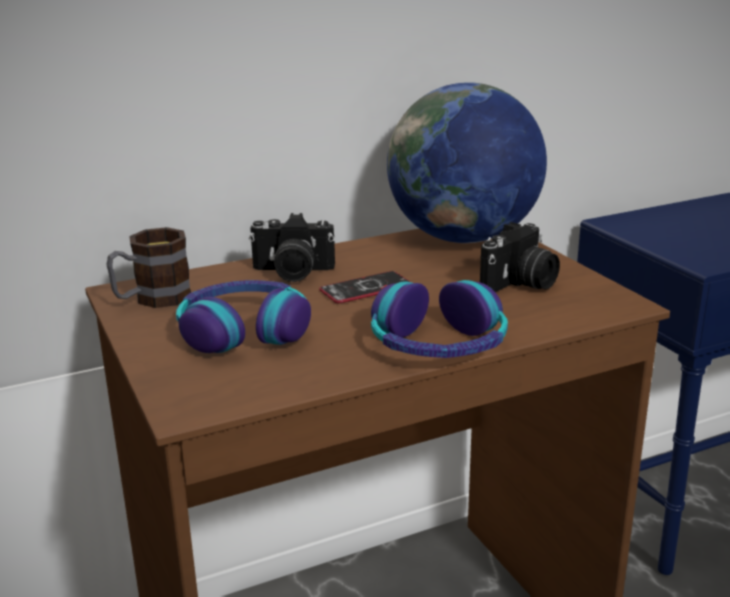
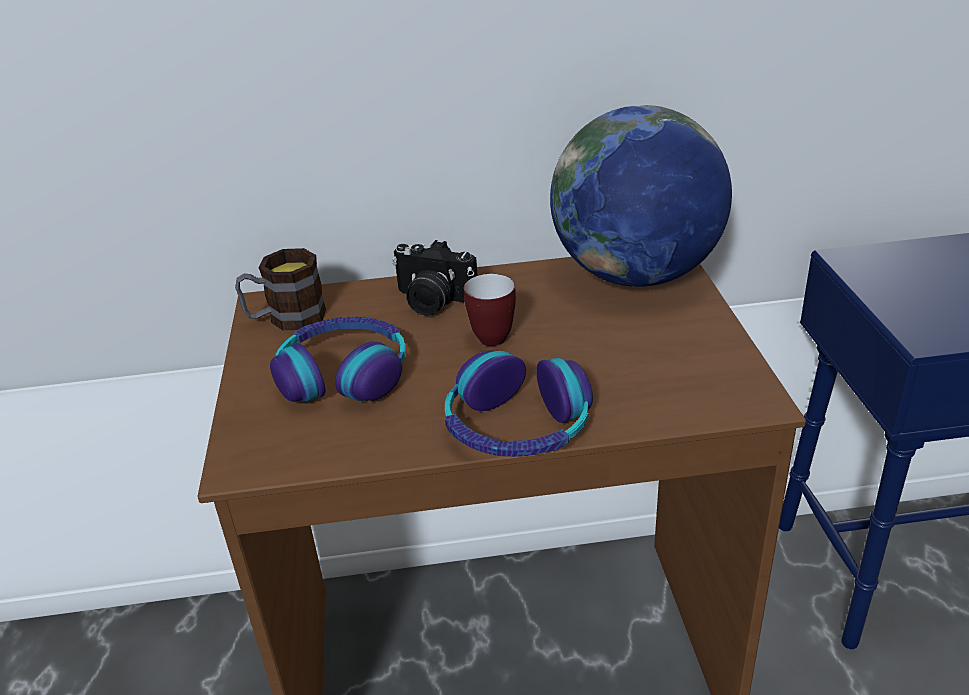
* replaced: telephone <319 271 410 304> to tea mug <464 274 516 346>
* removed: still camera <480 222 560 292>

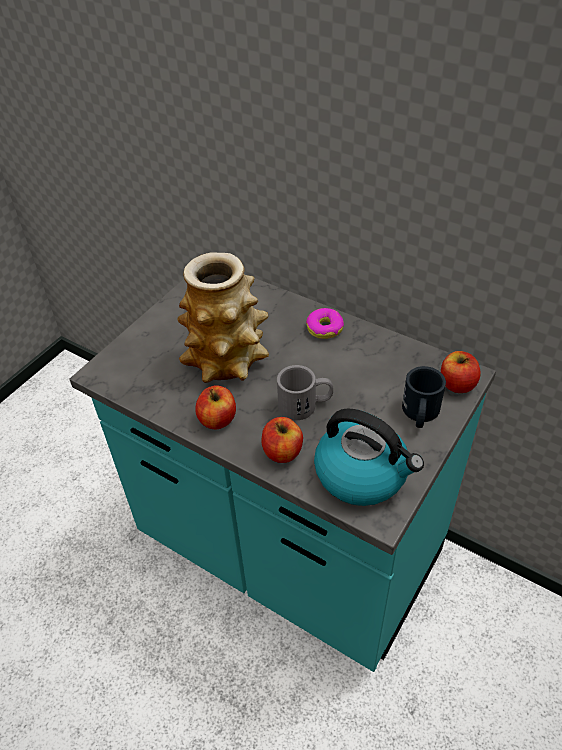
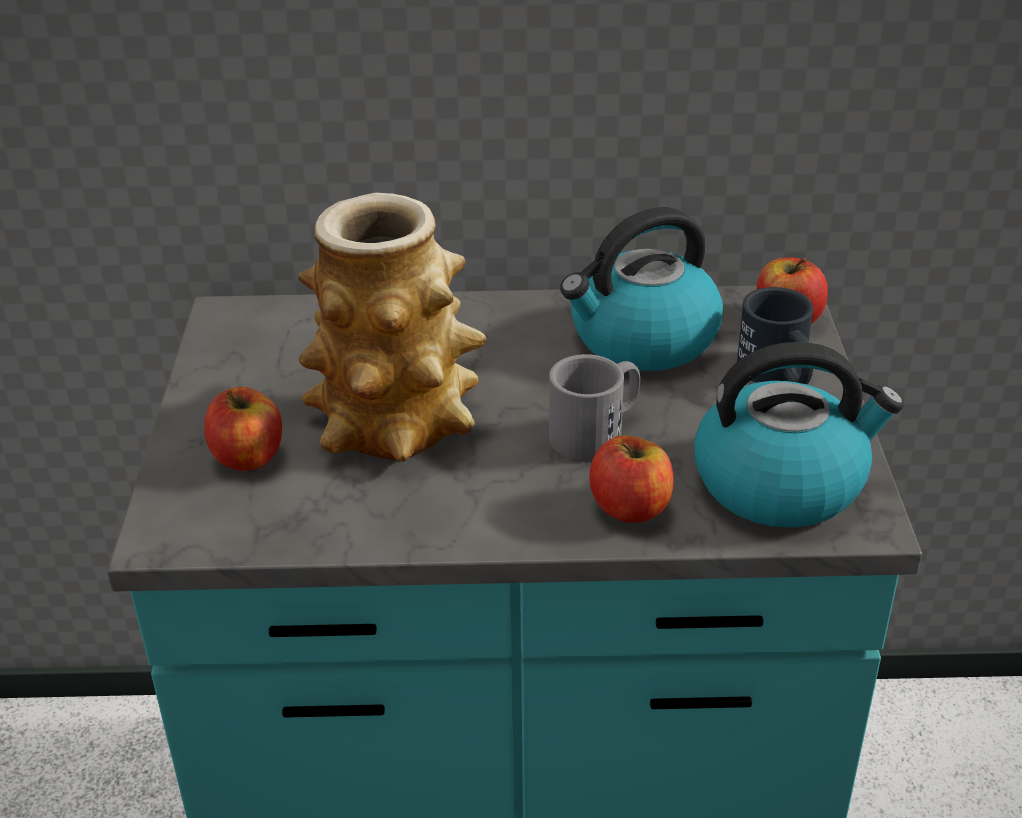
* moved: apple fruit <195 385 236 429> to <204 387 282 471>
* removed: ring doughnut <306 308 344 339>
* added: tea kettle <560 207 723 371>

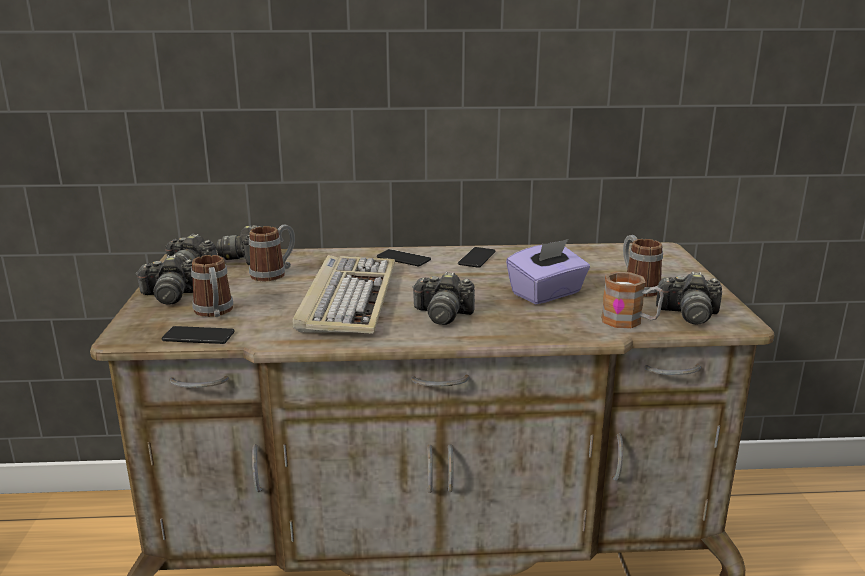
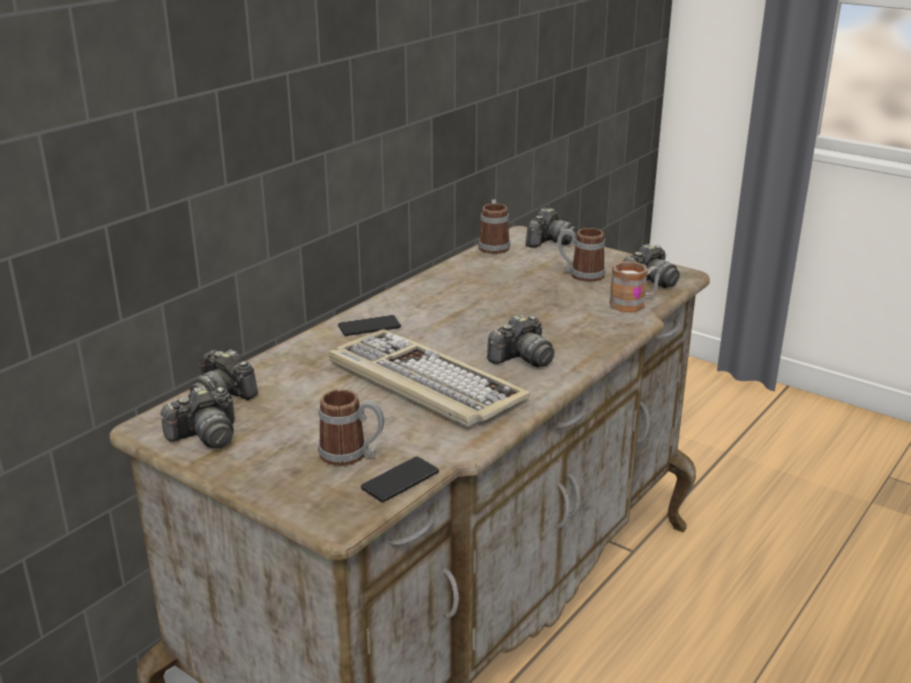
* moved: still camera <137 255 193 305> to <526 208 578 248>
* moved: tea mug <249 224 295 281> to <478 199 510 254>
* removed: telephone <458 247 496 268>
* removed: purple tissue holder <506 239 590 304>

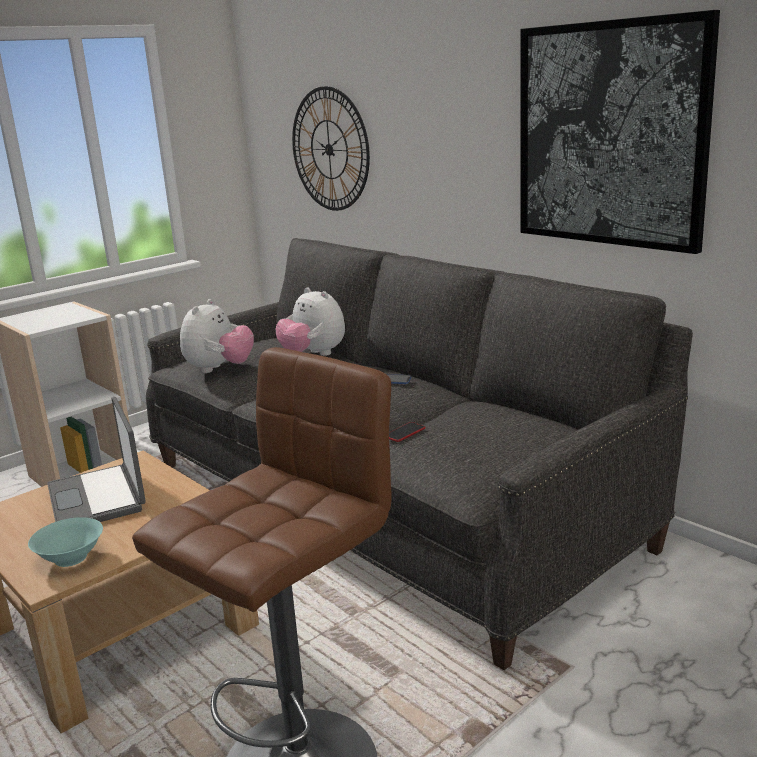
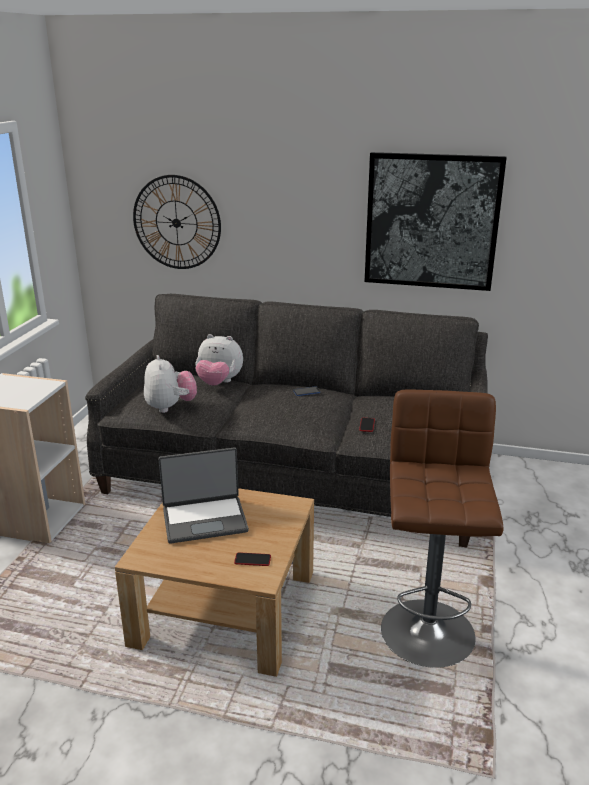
* replaced: blue-green serving bowl <28 517 103 567> to telephone <234 552 271 566>
* turned: notebook computer <47 397 146 522> = <158 447 249 544> 45 degrees counterclockwise

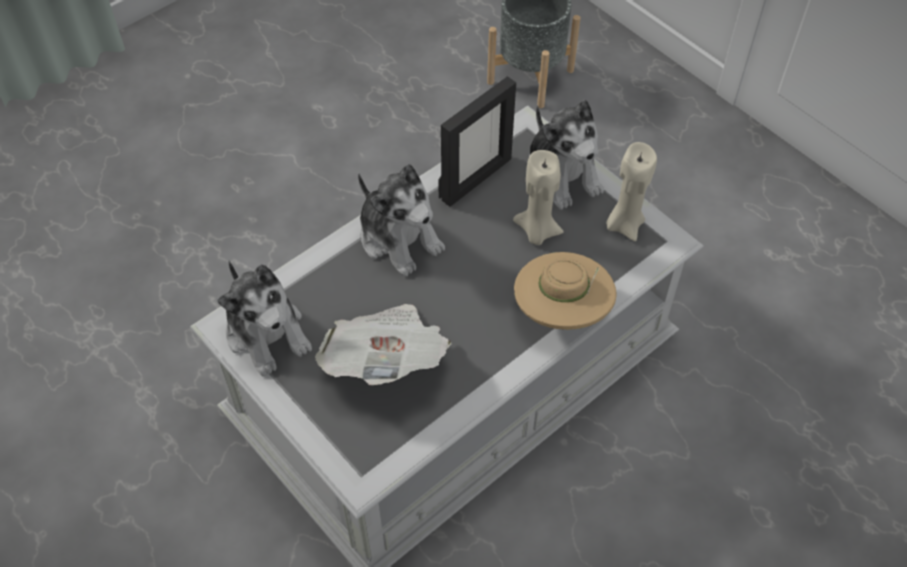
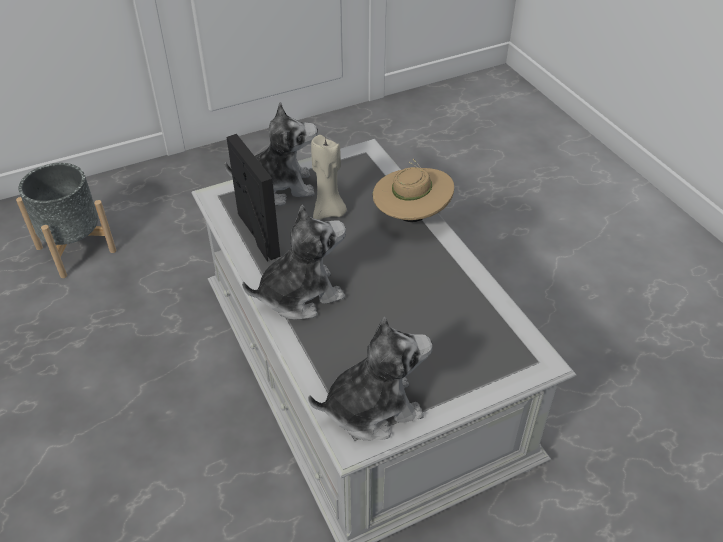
* removed: printed paper <315 304 452 385>
* removed: beige wax light <606 142 657 241>

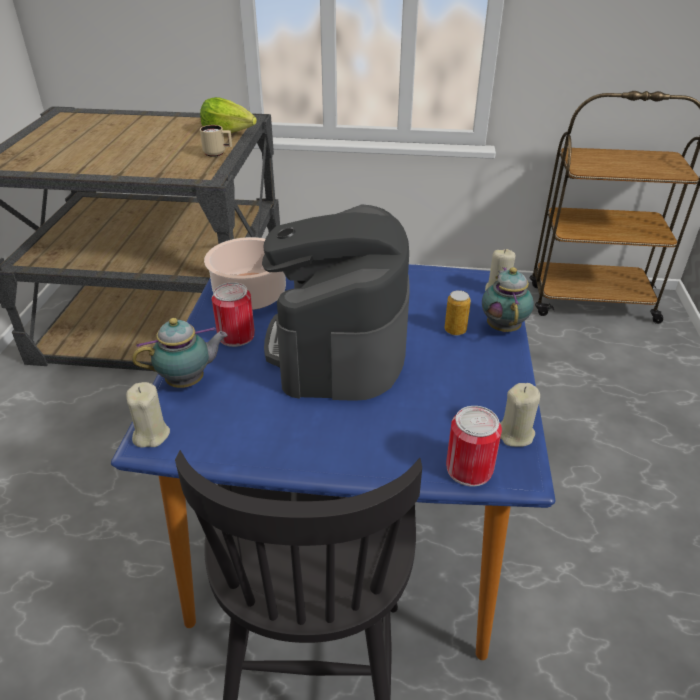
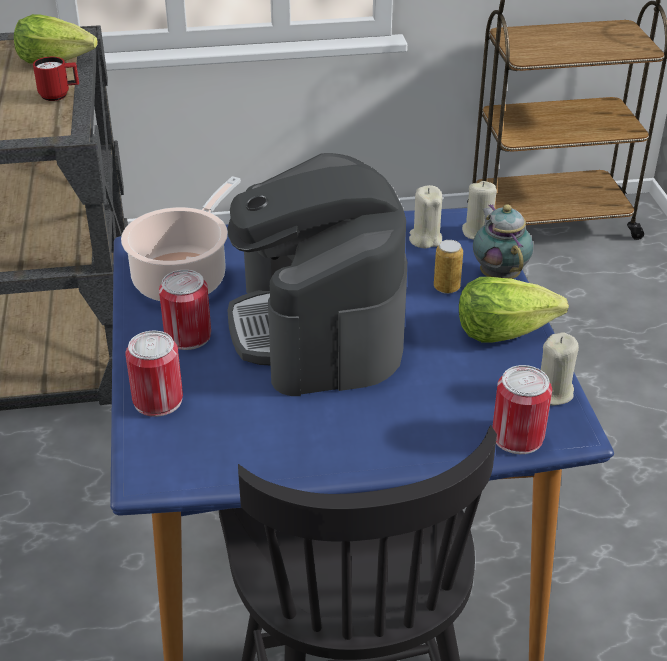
* moved: beige wax light <126 382 170 448> to <409 185 443 249>
* replaced: tea pot <132 318 228 388> to sealed can <125 331 183 417>
* recoloured: beige tea mug <200 125 232 157> to red tea mug <33 57 79 101>
* added: lettuce <459 277 569 343>

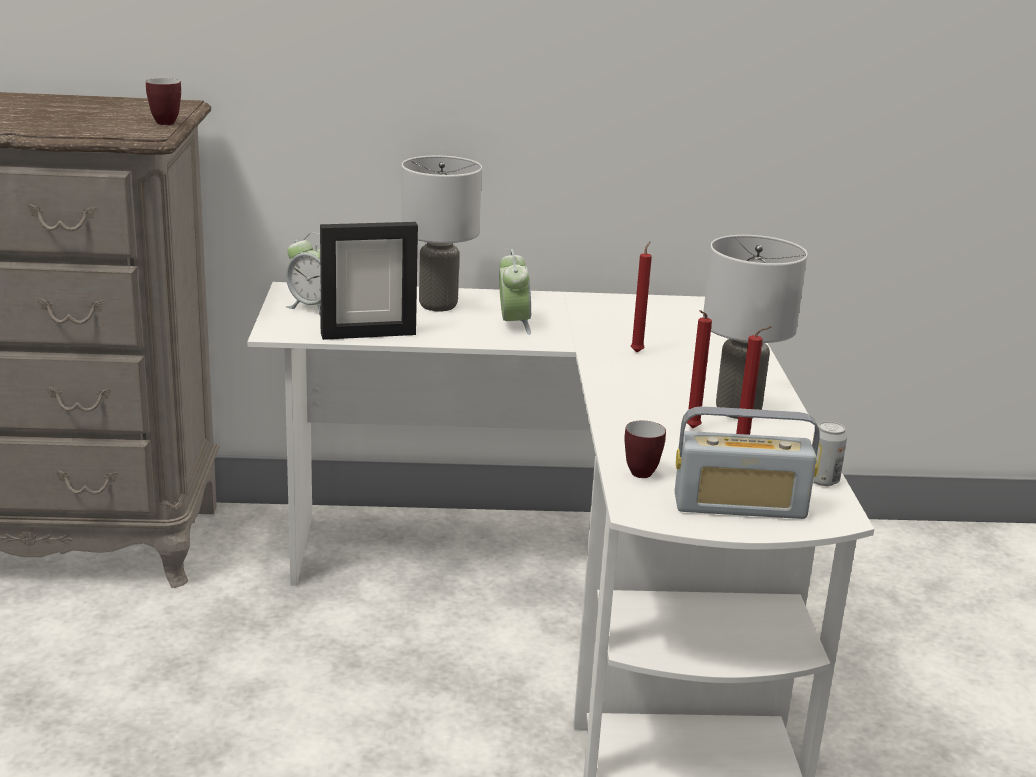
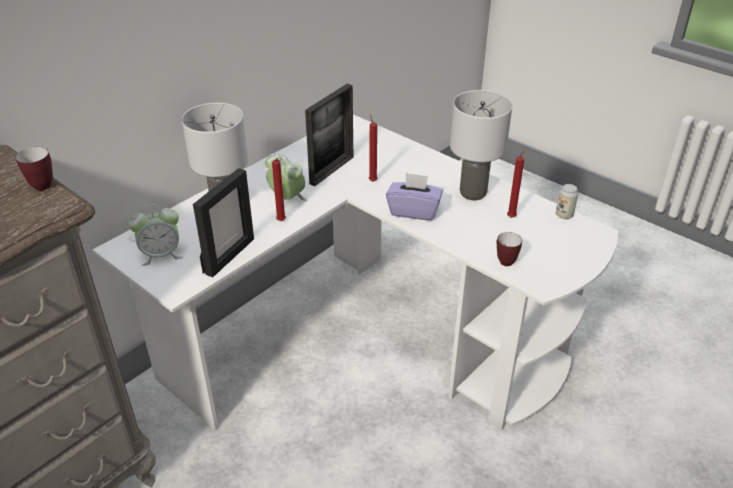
* removed: radio set <675 406 820 519>
* moved: red wax light <687 310 712 428> to <272 159 286 221>
* added: picture frame <305 84 353 186>
* added: purple tissue holder <386 173 443 221>

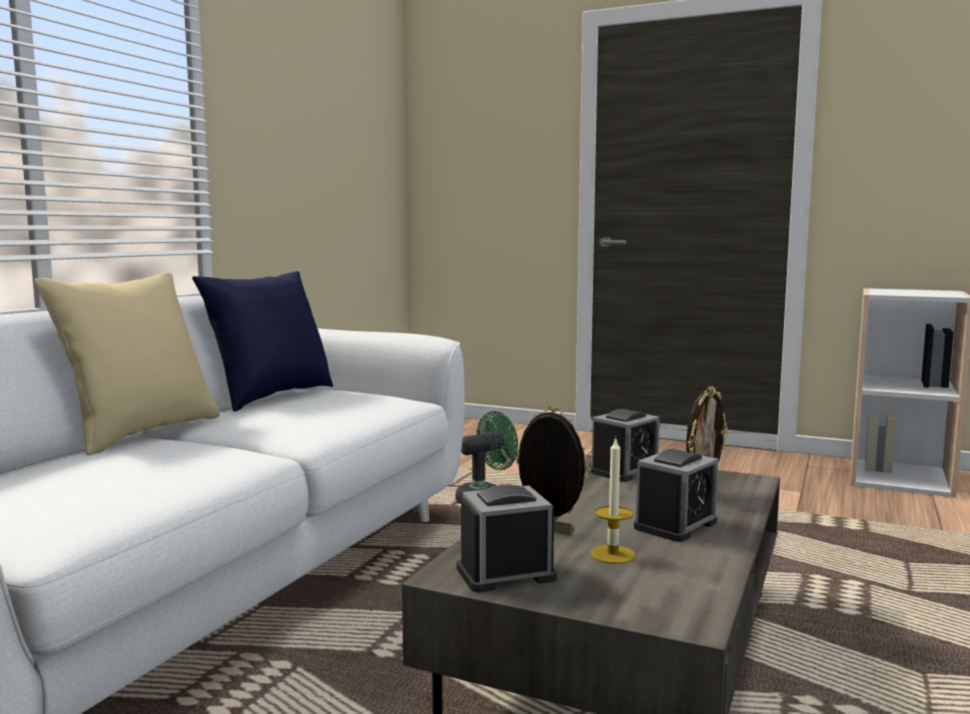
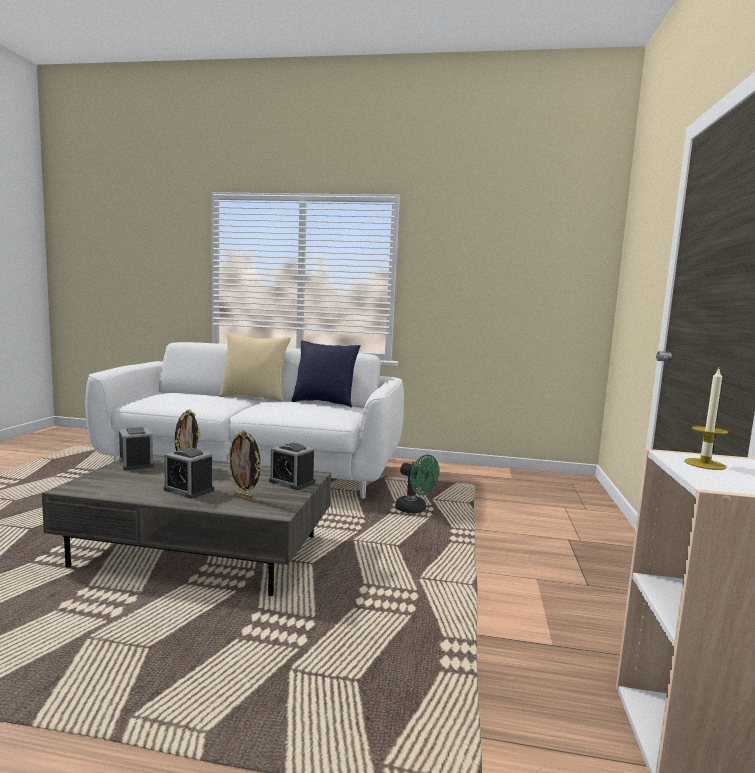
* moved: wax light <590 438 636 564> to <684 369 728 470>

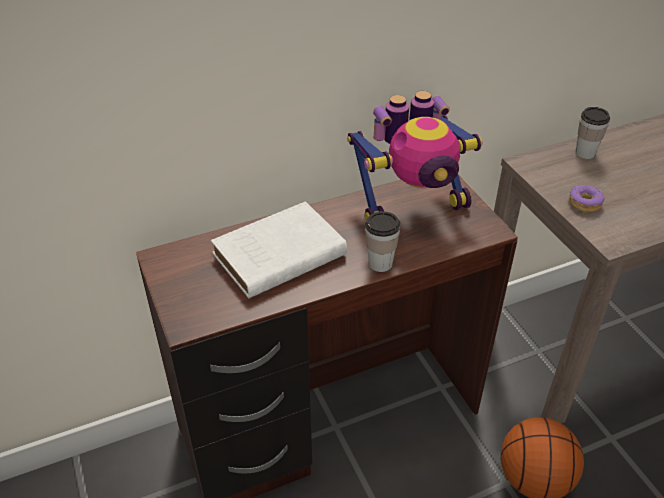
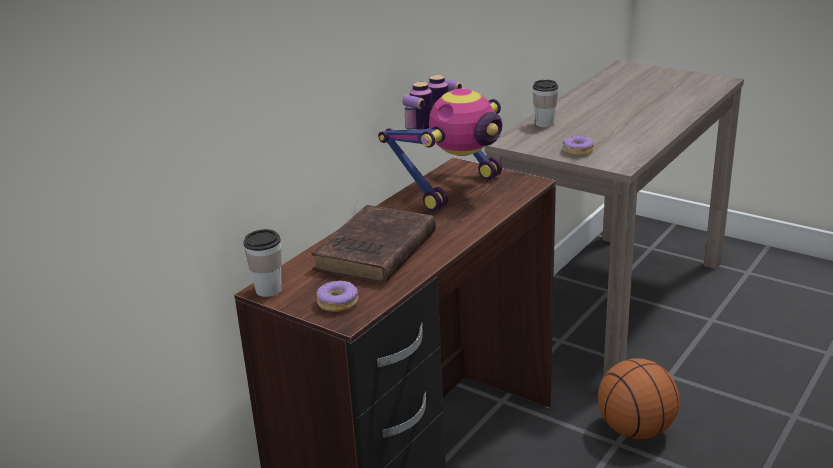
* recoloured: white-coloured book <211 202 347 298> to brown-coloured book <311 205 436 284>
* moved: cup <365 211 401 272> to <243 229 282 297>
* added: ring doughnut <317 281 358 312>

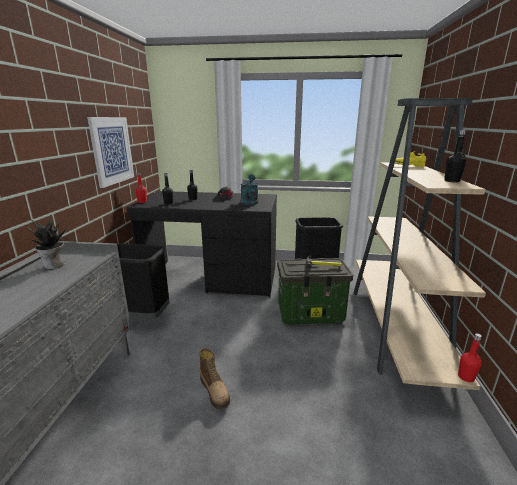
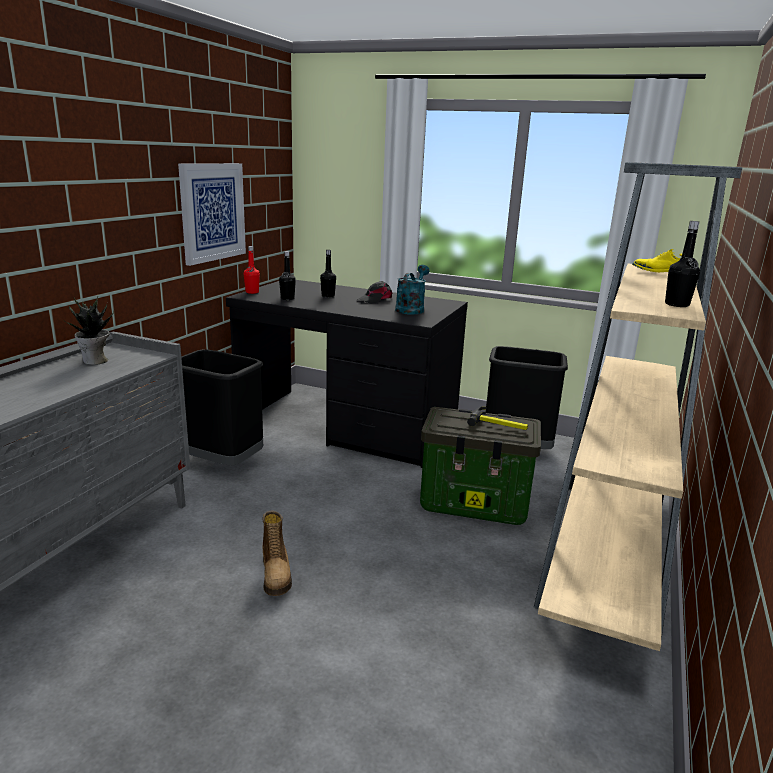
* removed: red drink bottle <458 333 482 382>

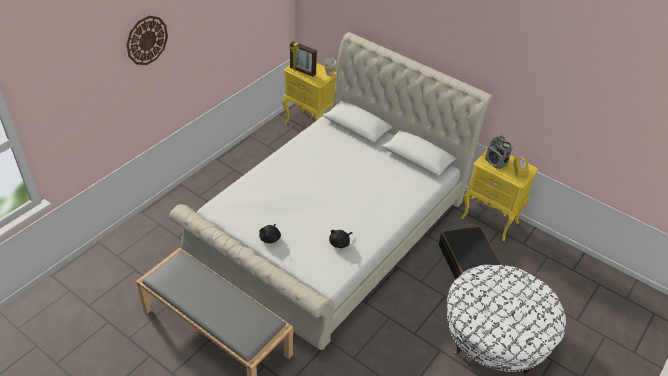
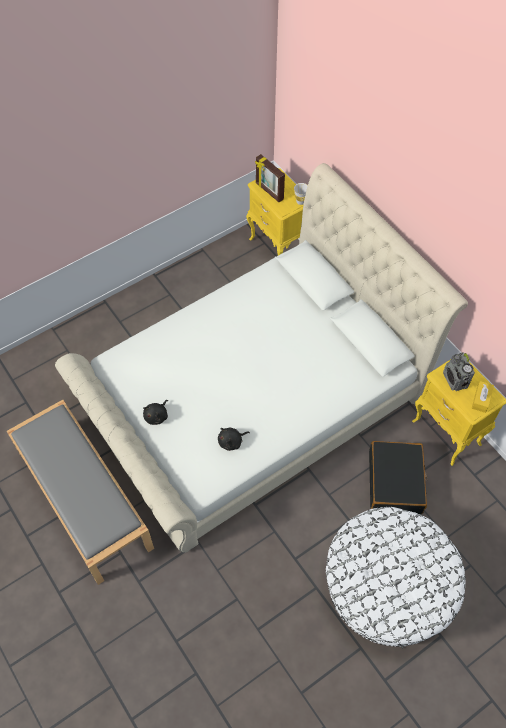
* removed: clock on the wall <126 16 168 65>

